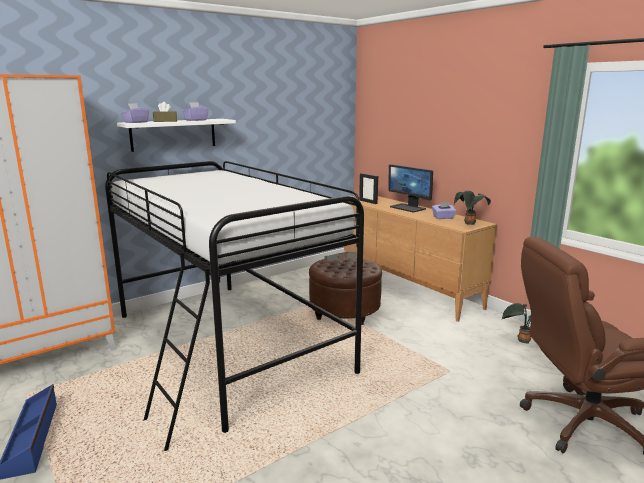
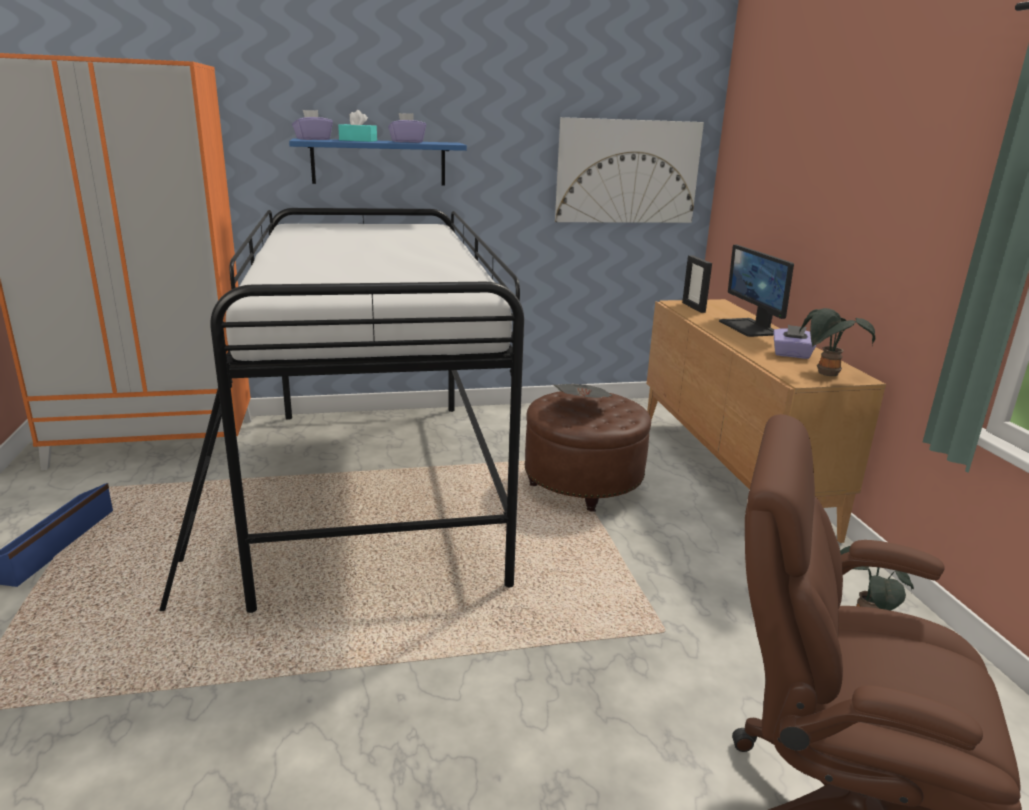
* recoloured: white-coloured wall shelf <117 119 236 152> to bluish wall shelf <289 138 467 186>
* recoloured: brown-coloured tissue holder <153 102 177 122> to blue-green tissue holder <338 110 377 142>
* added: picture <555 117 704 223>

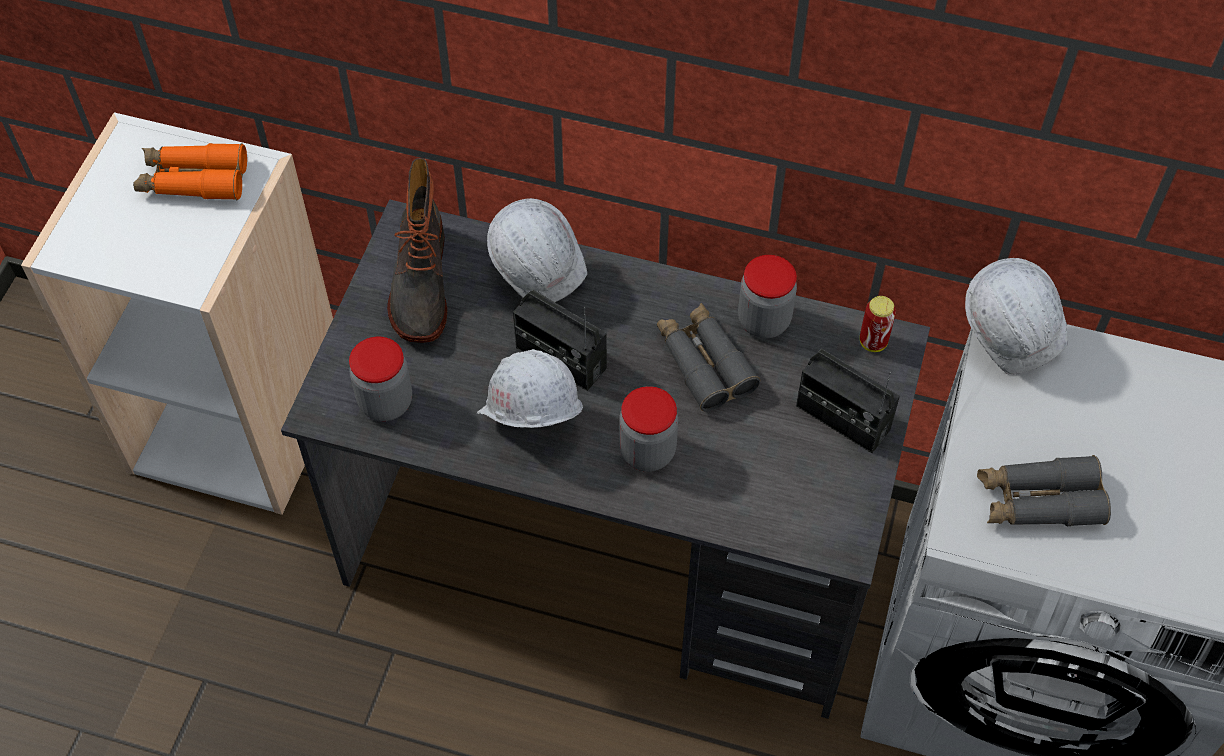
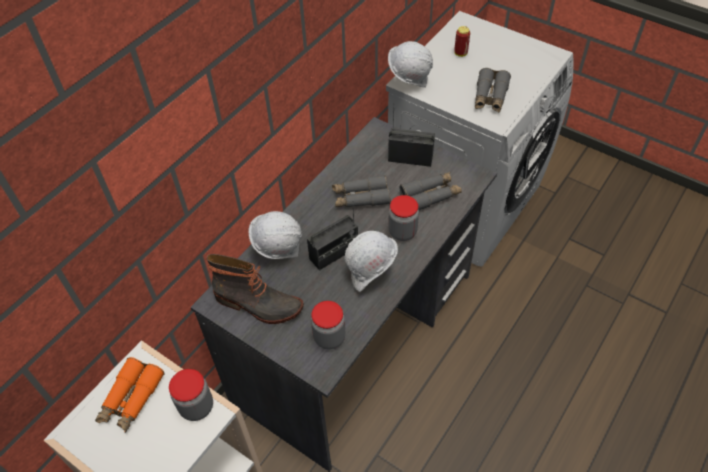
* moved: storage jar <738 255 797 338> to <169 369 213 421>
* turned: radio set <796 348 900 453> = <388 108 435 167> 135 degrees counterclockwise
* moved: sealed can <860 296 896 352> to <454 26 470 57>
* added: greyish pair of binoculars <399 172 462 210>

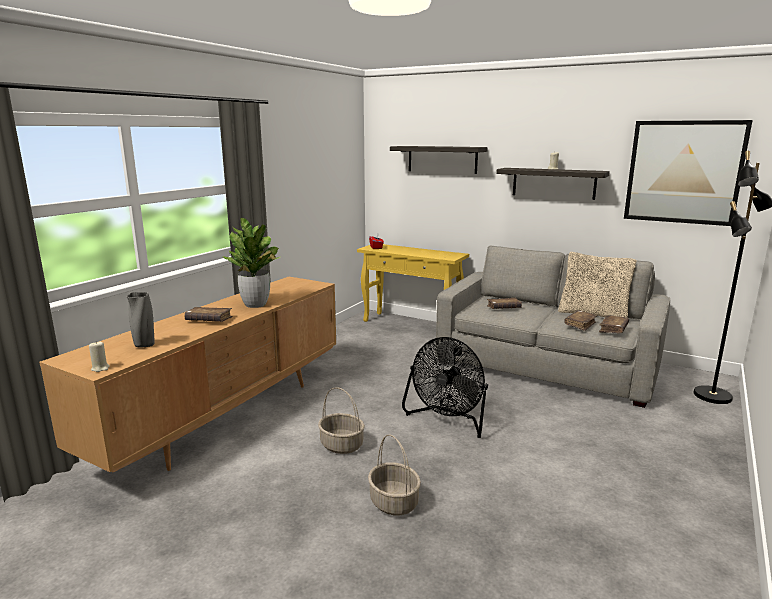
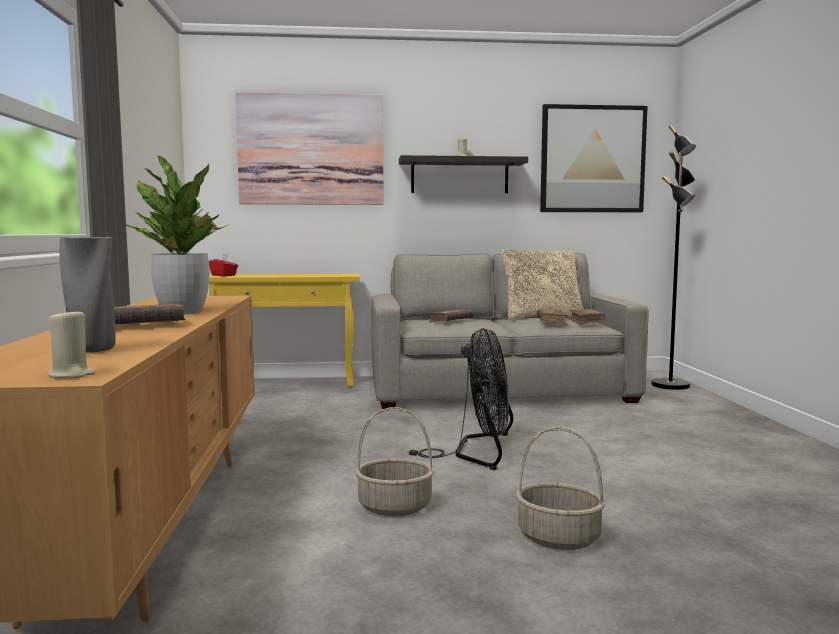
* replaced: wall shelf <390 146 488 174> to picture <236 92 384 205>
* turned: black-coloured fan <402 337 488 438> = <408 328 513 471> 75 degrees counterclockwise

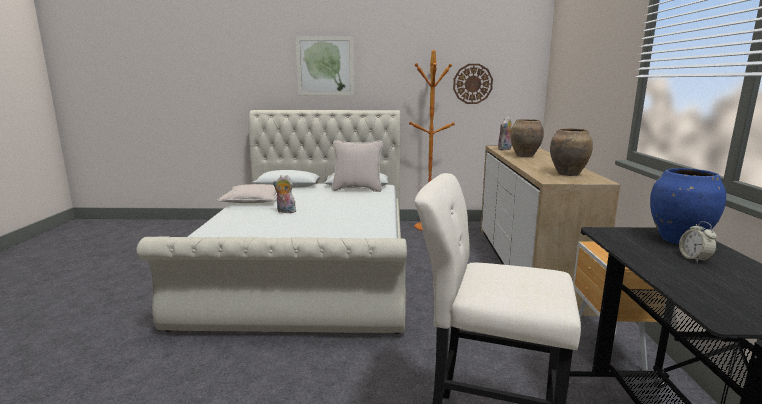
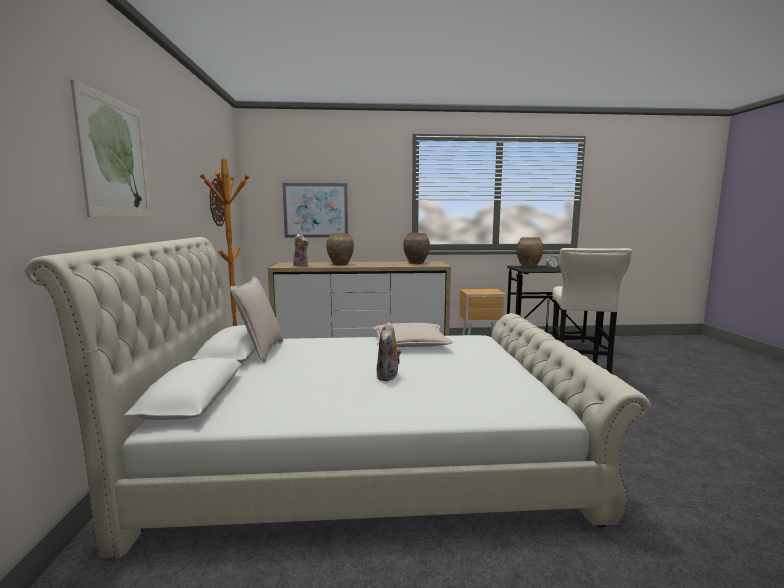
* moved: beige pillow <217 184 277 203> to <373 323 453 347>
* recoloured: bluish decorative vase <650 168 726 244> to brown-coloured decorative vase <516 237 543 268>
* added: picture <282 183 348 238>

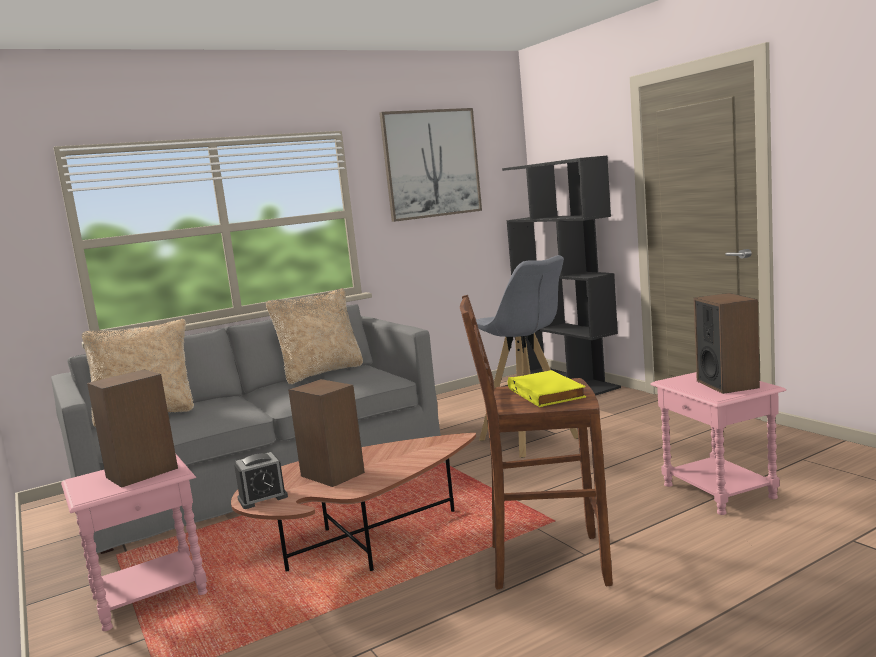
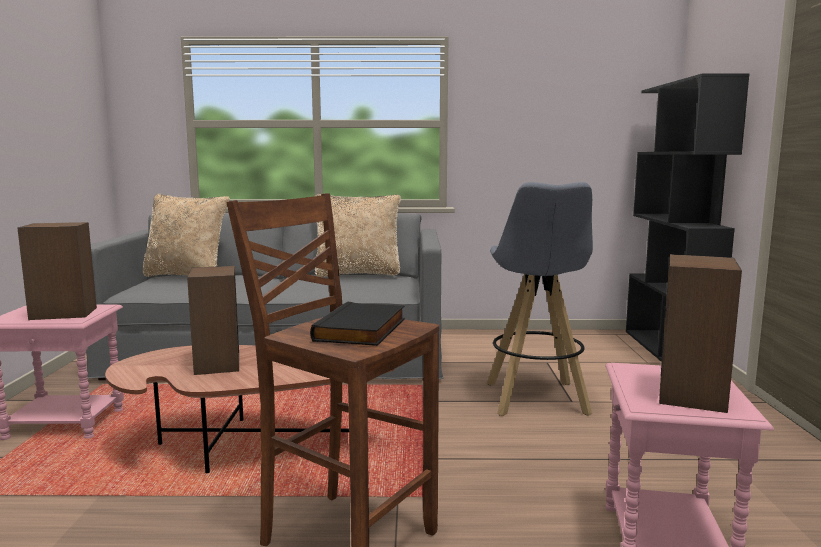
* removed: table clock <234 452 288 509>
* removed: picture <379 108 482 222>
* recoloured: yellow-coloured book <508 370 586 407> to black-coloured book <310 302 405 346>

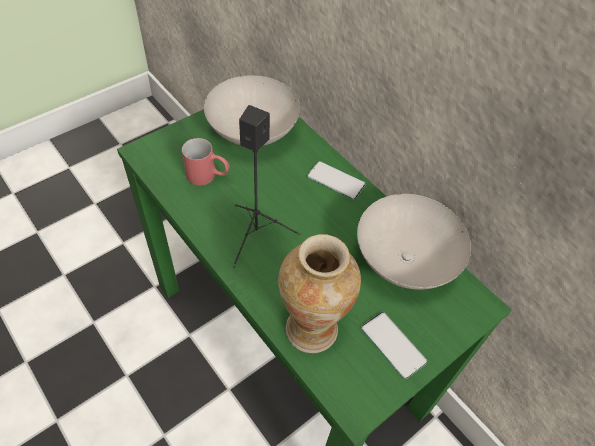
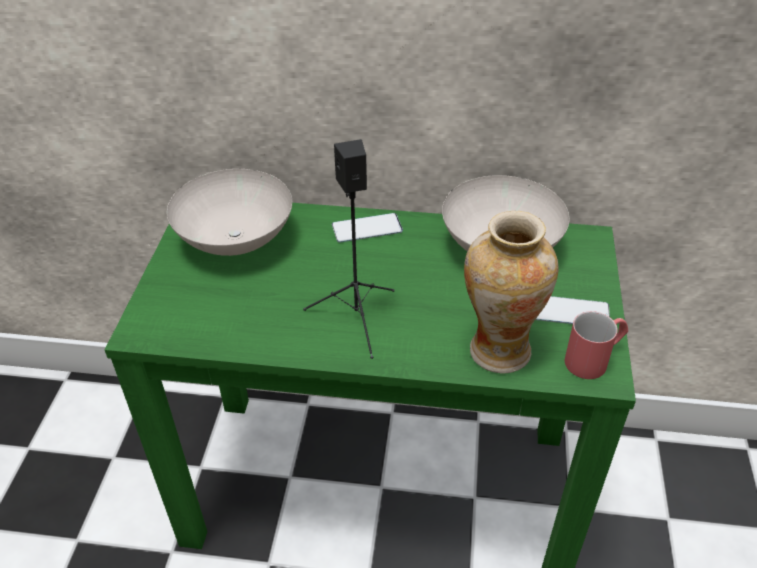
* moved: red tea mug <182 138 229 186> to <565 311 628 379>

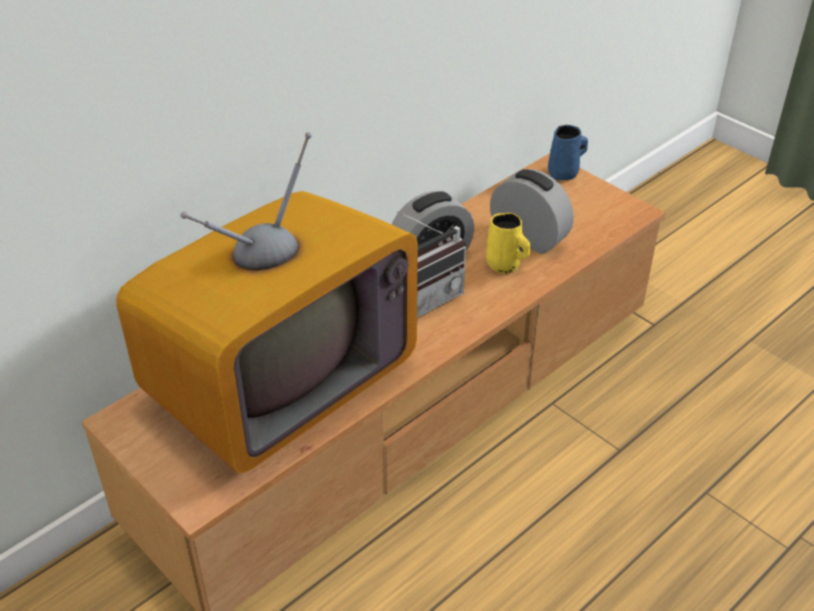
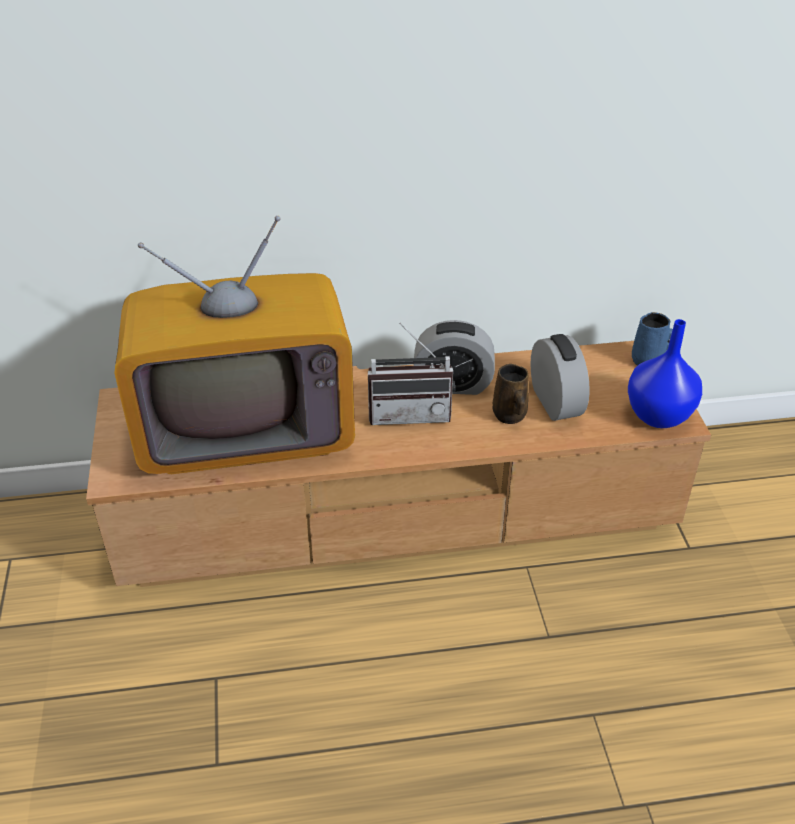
* recoloured: yellow-coloured tea mug <486 213 531 274> to brown-coloured tea mug <493 364 529 424>
* added: bluish decorative vase <628 319 702 428>

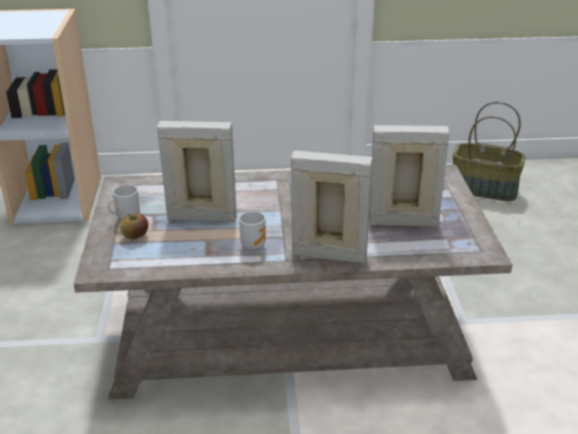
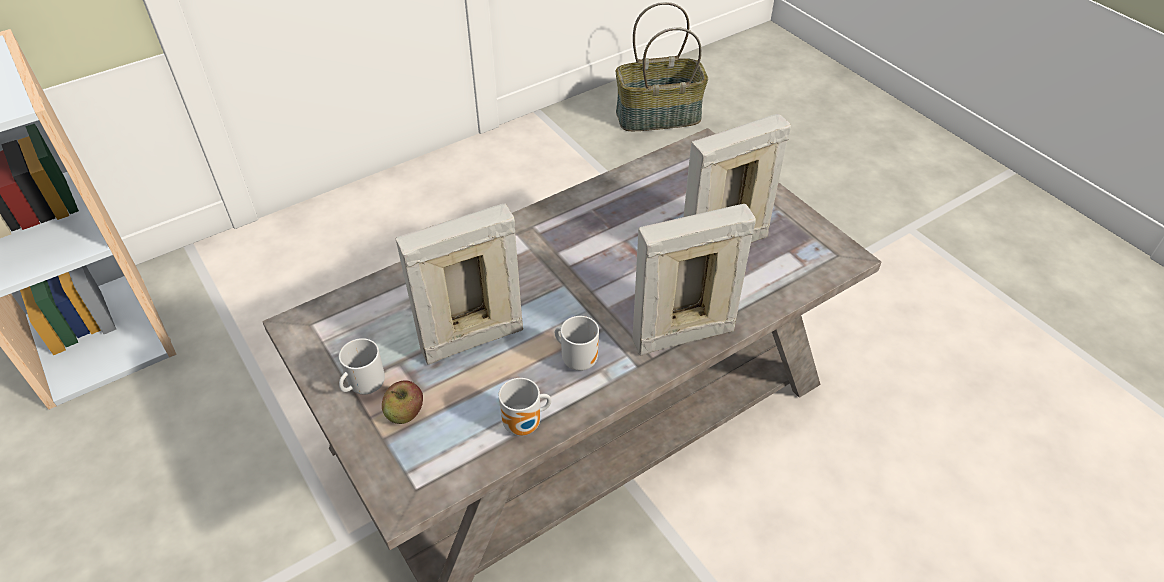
* added: tea mug <499 378 551 436>

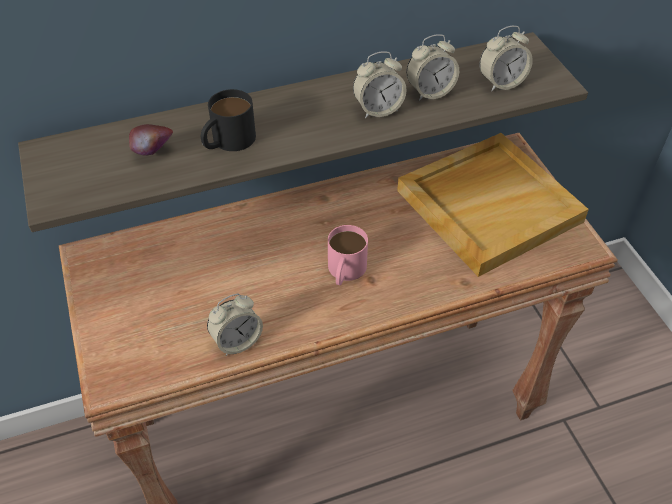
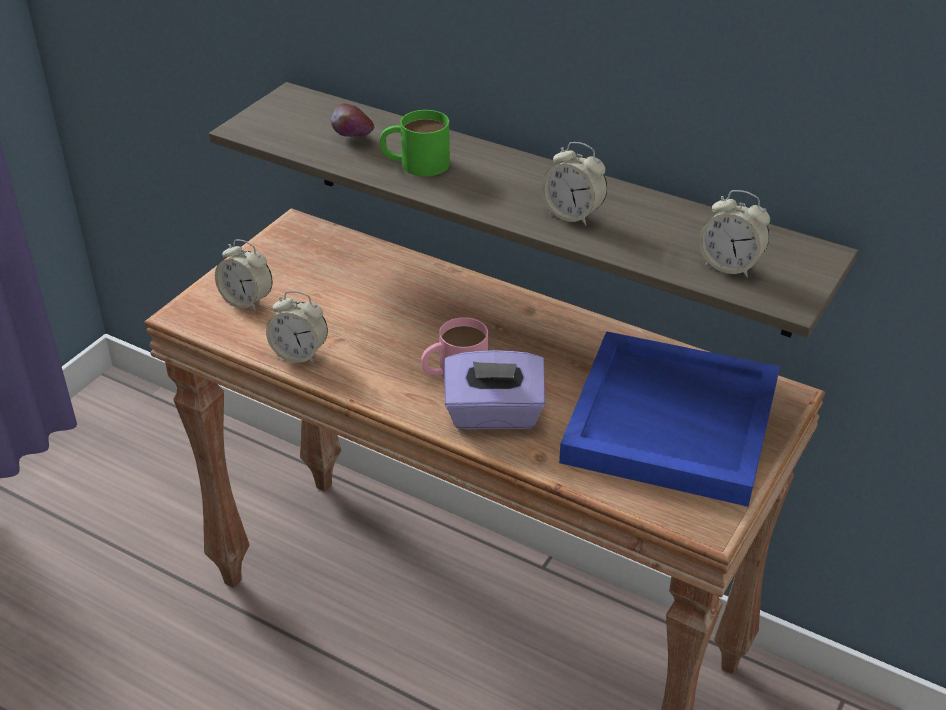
* recoloured: black-coloured tea mug <201 89 256 151> to green tea mug <380 110 450 176>
* recoloured: beige carrying tray <397 133 589 277> to bluish carrying tray <559 331 780 507>
* moved: table clock <406 34 459 101> to <215 240 273 312>
* added: purple tissue holder <444 350 545 430>

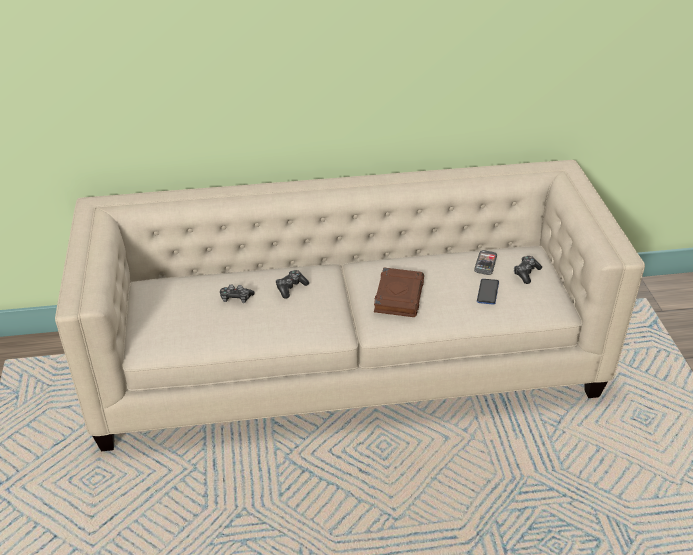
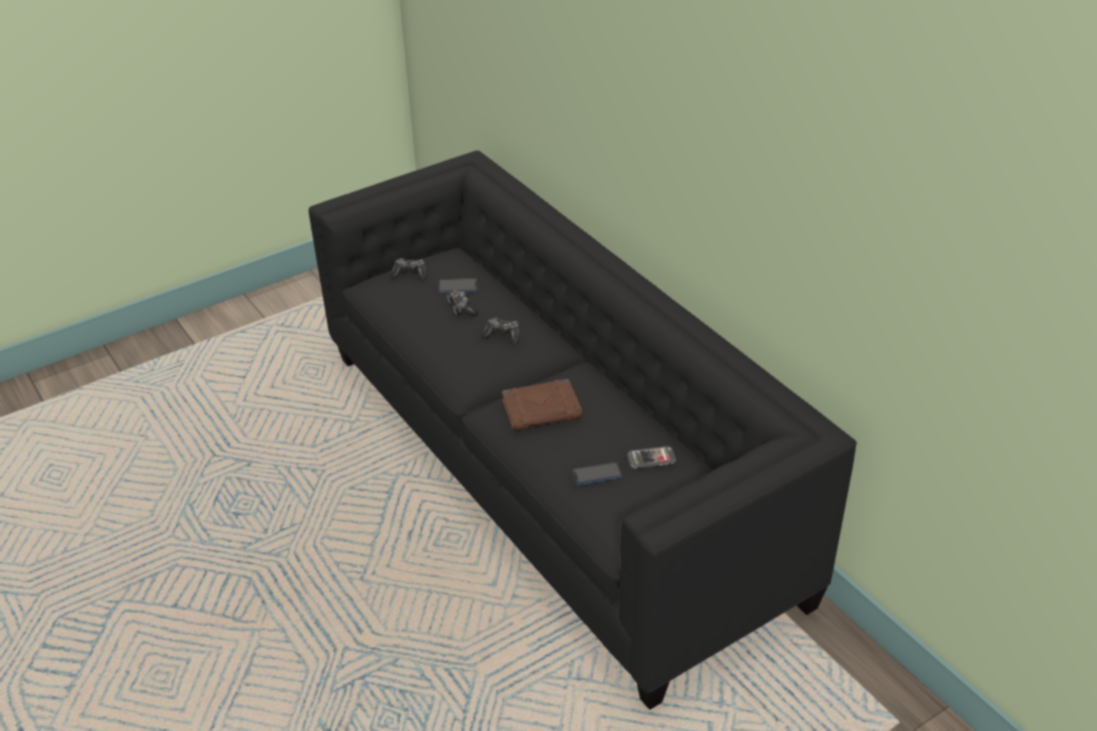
* recoloured: beige sofa <55 160 645 451> to black-coloured sofa <308 151 857 710>
* moved: gamepad <514 256 542 284> to <391 258 427 280>
* added: telephone <438 278 478 293>

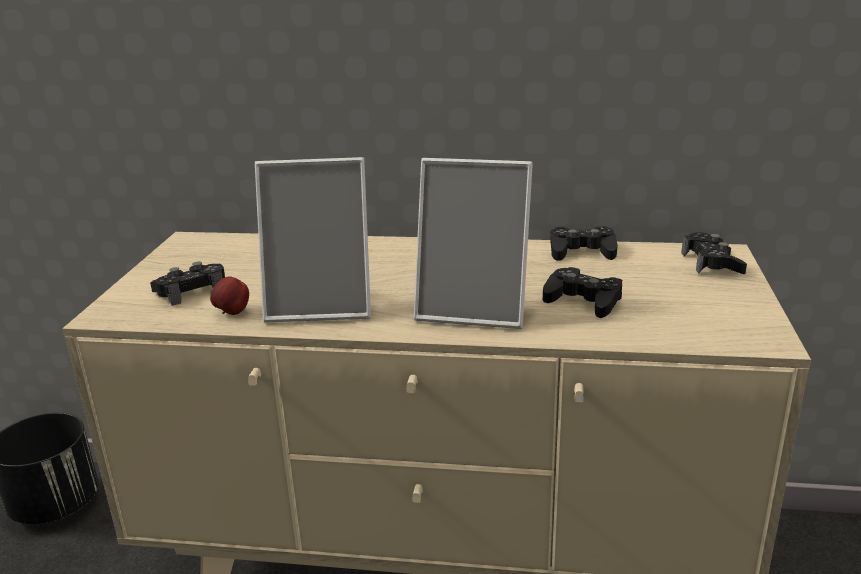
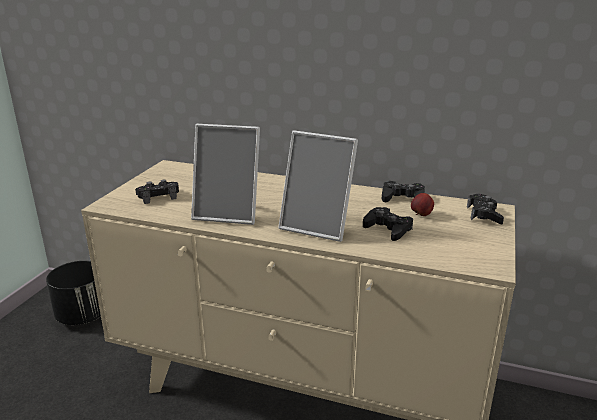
* moved: apple fruit <210 276 249 315> to <411 193 434 216>

